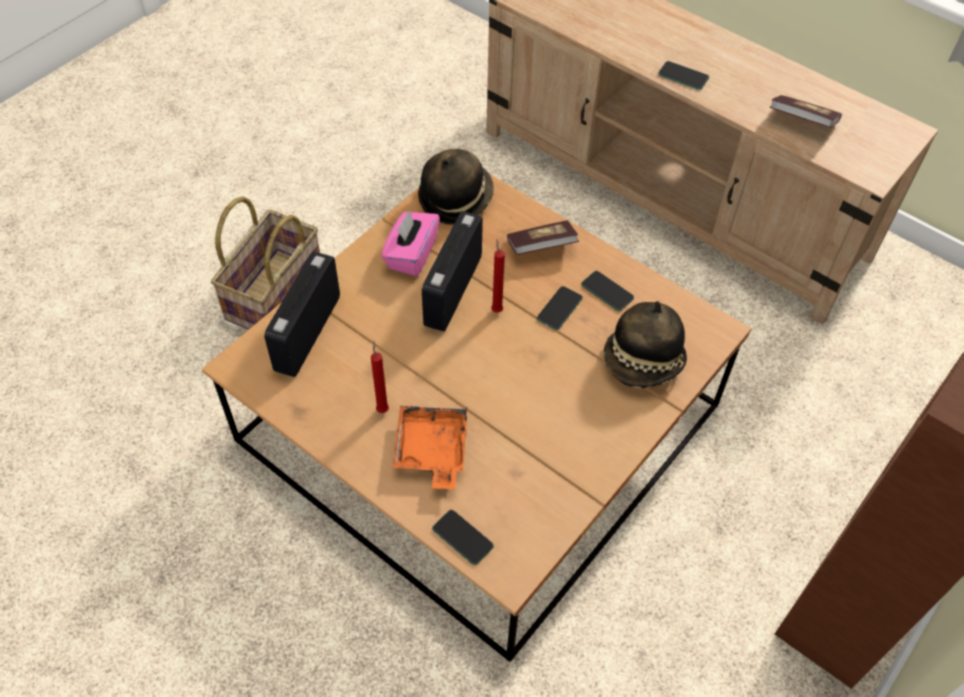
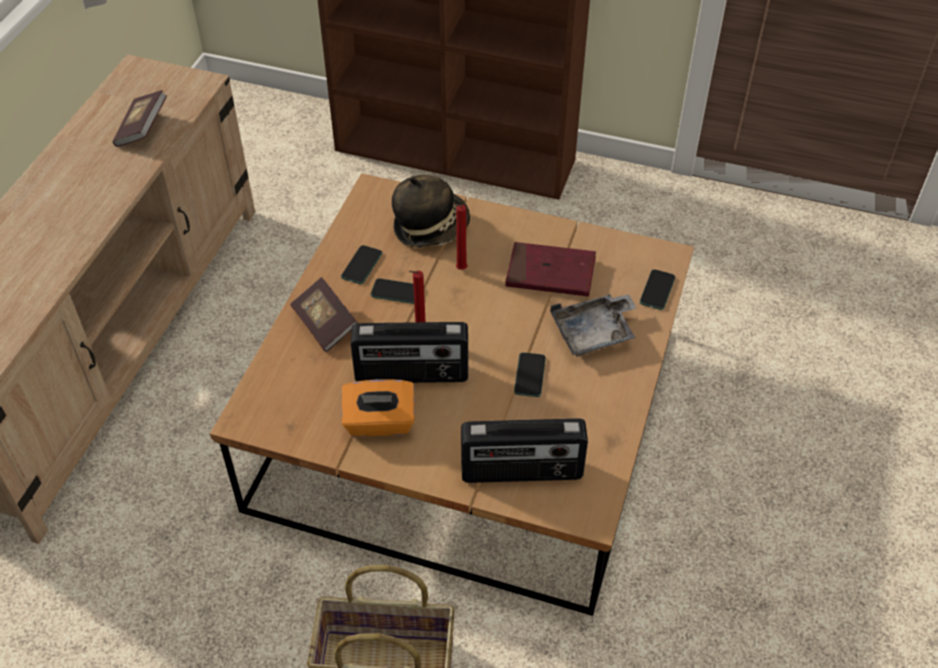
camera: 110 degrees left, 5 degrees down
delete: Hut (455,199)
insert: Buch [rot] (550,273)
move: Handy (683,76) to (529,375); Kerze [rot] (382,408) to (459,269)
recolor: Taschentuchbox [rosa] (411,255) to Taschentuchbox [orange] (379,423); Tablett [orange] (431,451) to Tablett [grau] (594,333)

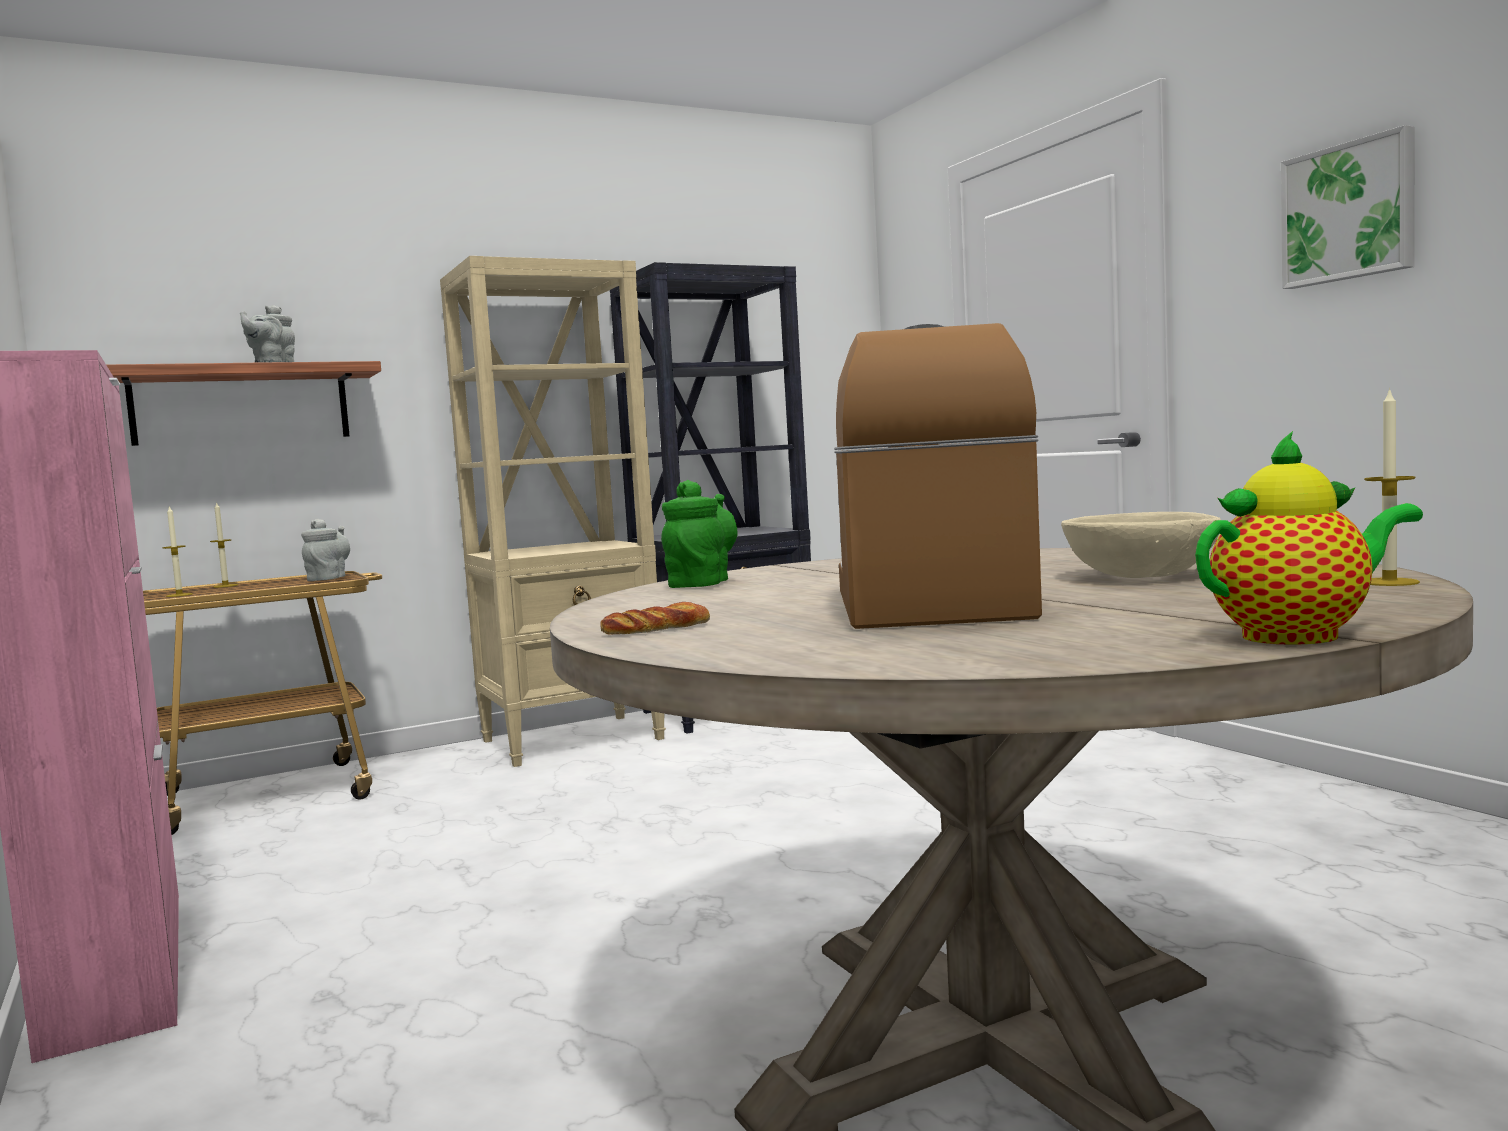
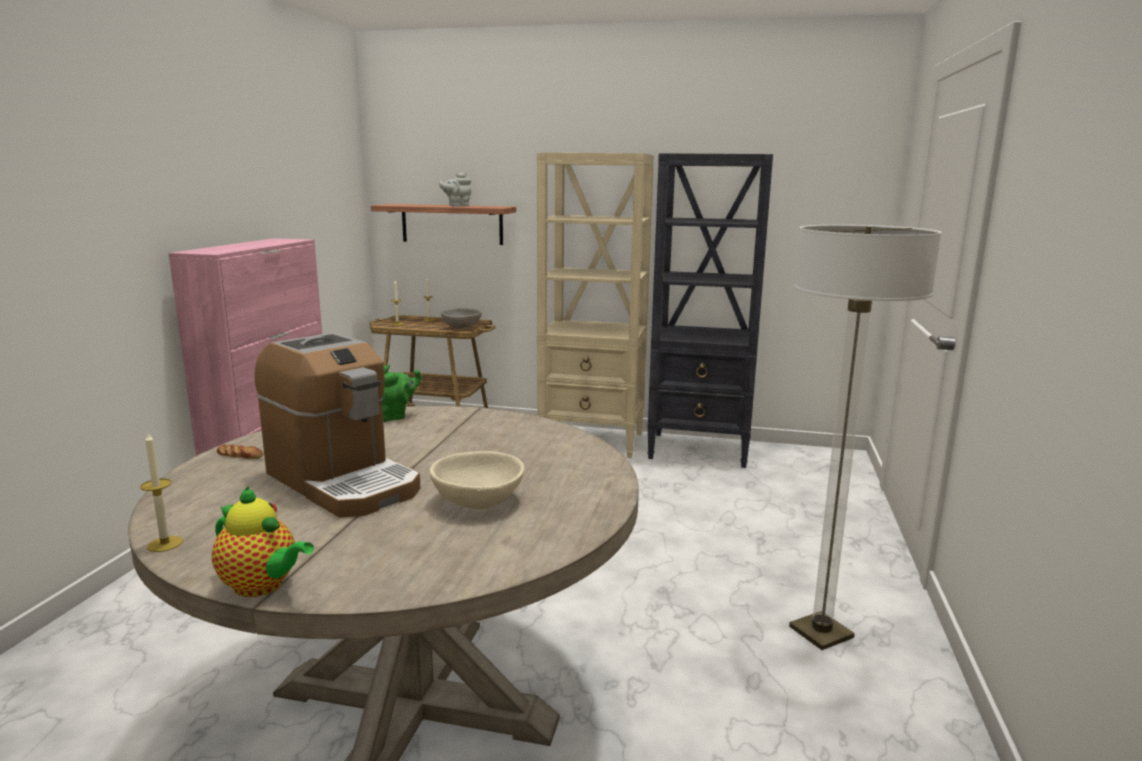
camera: 40 degrees right, 10 degrees up
delete: Bild (1349,212)
insert: Stehlampe (821,633)
move: Kerze (1389,582) to (165,544)
replace: Teekanne [grau] (328,578) to Schüssel [grau] (461,327)
rotate: Kaffeemaschine (927,603) = (343,482) 90 degrees clockwise

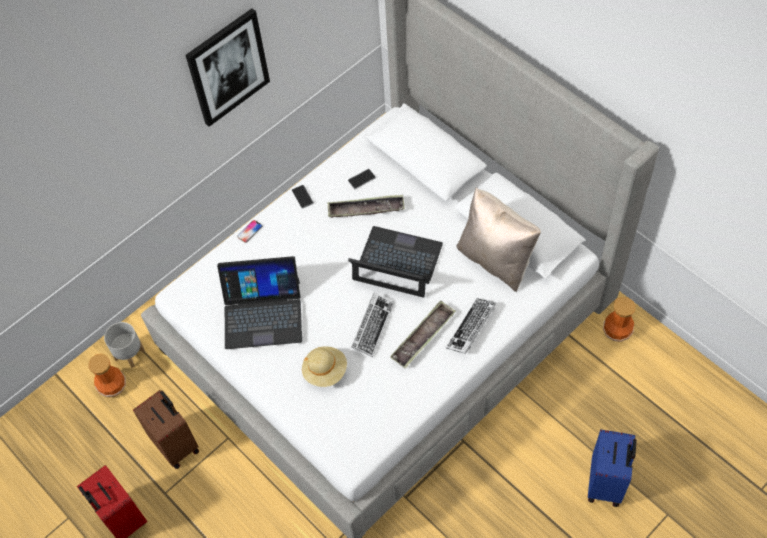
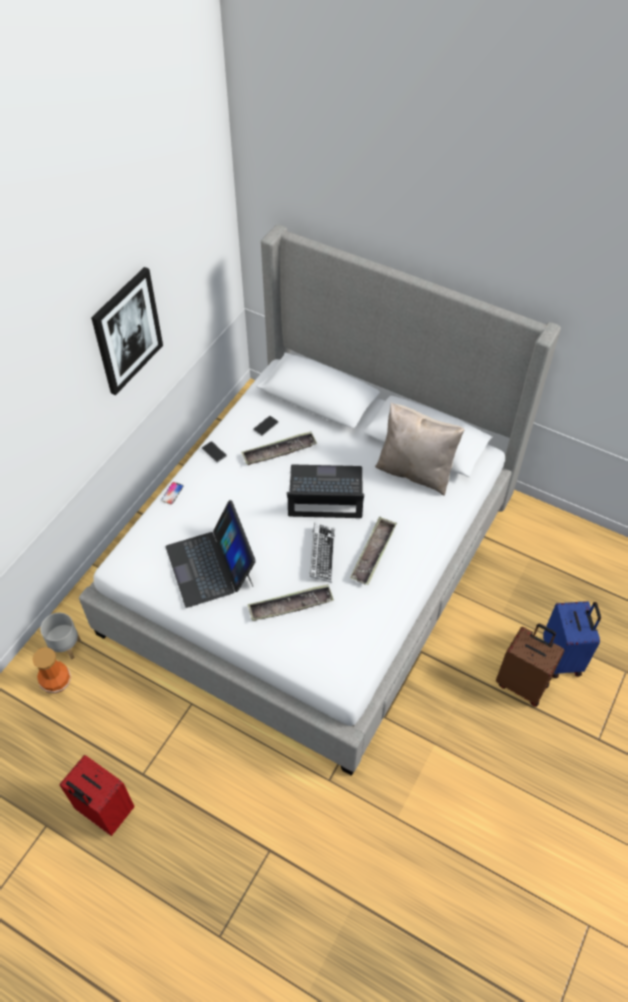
camera: 20 degrees left, 5 degrees down
delete: Vase (618,330); Tastatur (471,328)
move: Koffer [braun] (176,444) to (522,683)
replace: Hut [beige] (325,371) to Tablett (290,605)
rotate: Laptop (263,313) = (211,565) 90 degrees clockwise

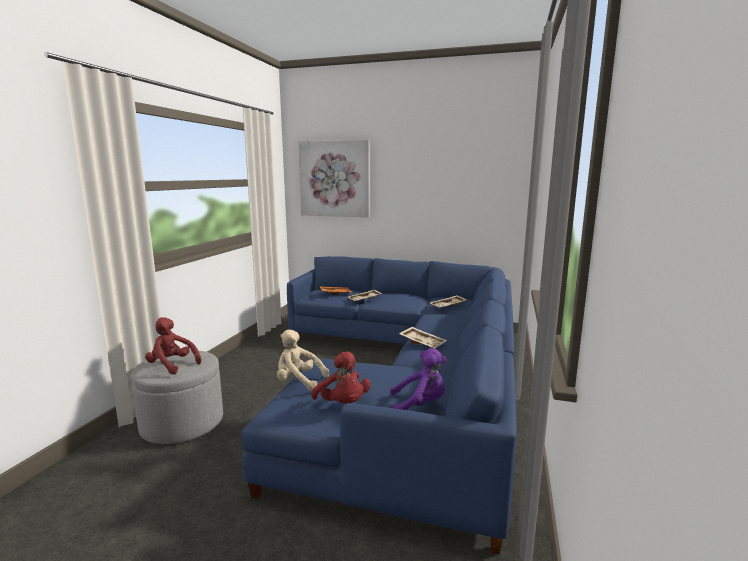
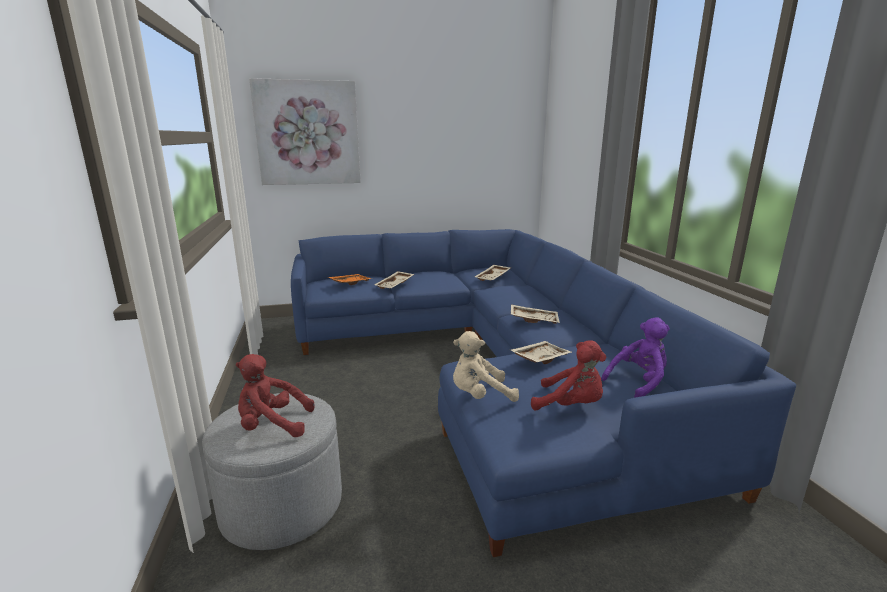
camera: 30 degrees left, 5 degrees up
insert: Tablett [beige] (539,358)

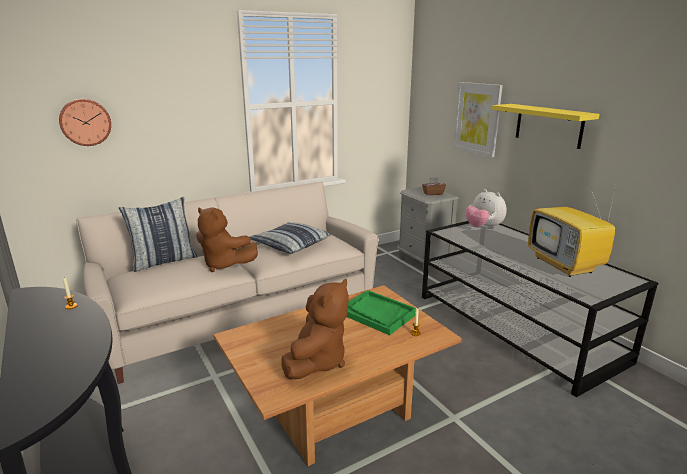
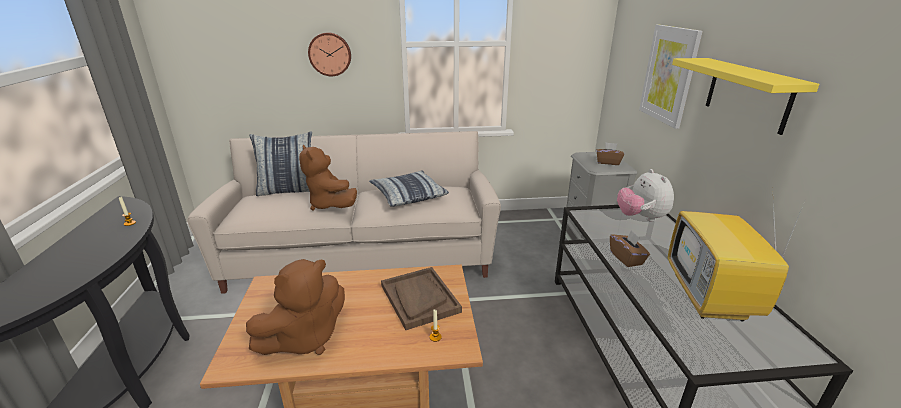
camera: 25 degrees right, 5 degrees up
insert: Taschentuchbox [braun] (626,258)
move: Wanduhr (85,122) to (330,54)
recolor: Tablett [grün] (377,313) to Tablett [braun] (419,298)

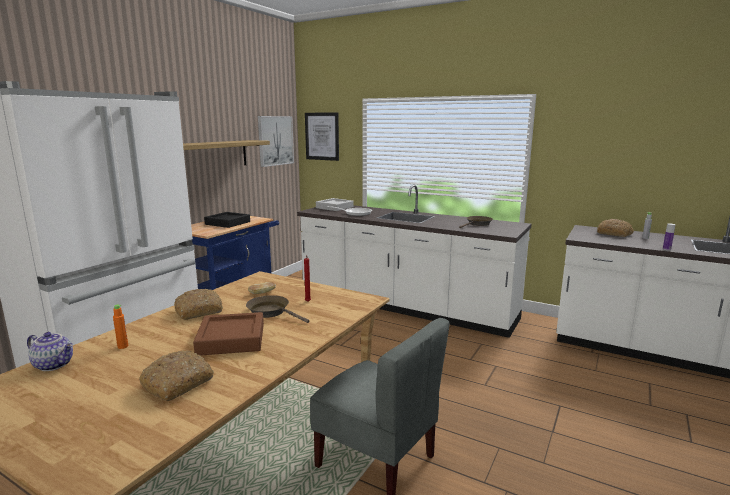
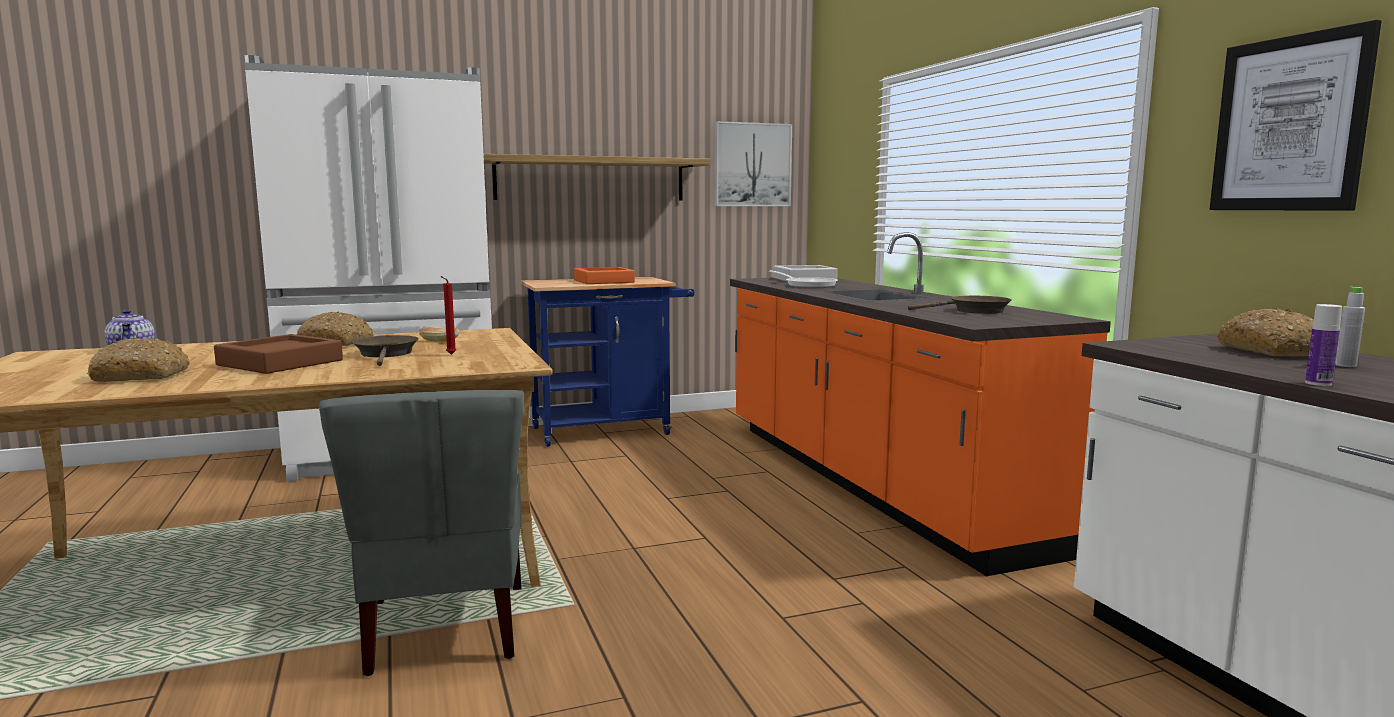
camera: 40 degrees right, 5 degrees down
delete: Flasche [orange] (123,346)
move: Bild (322,136) to (1289,124)
recolor: Küchenzeile [weiß] (405,307) to Küchenzeile [orange] (869,481); Tablett [schwarz] (227,223) to Tablett [orange] (603,281)

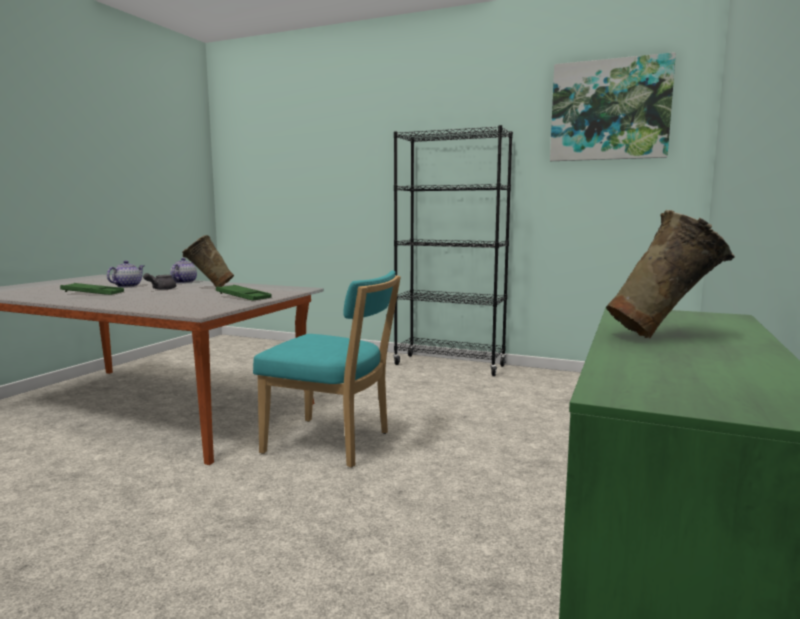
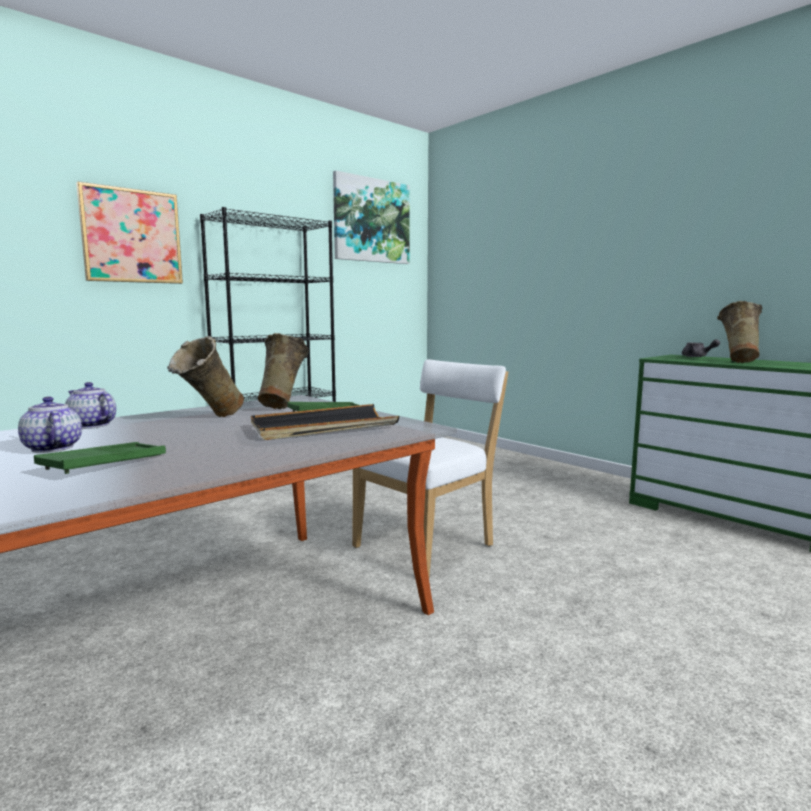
camera: 65 degrees left, 0 degrees up
insert: Bild (131,236); Vase [beige] (283,406); Tablett [schwarz] (323,427)
move: Teekanne [grau] (160,289) to (697,356)
recolor: Stuhl [türkis] (333,443) to Stuhl [weiß] (429,545)

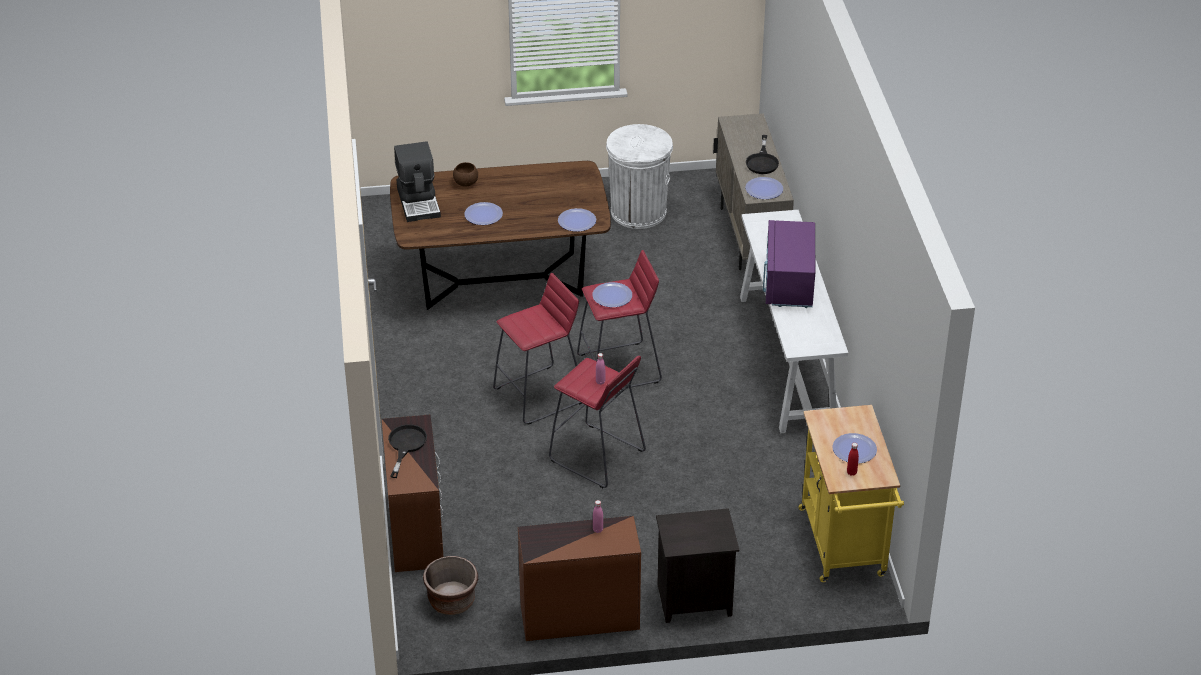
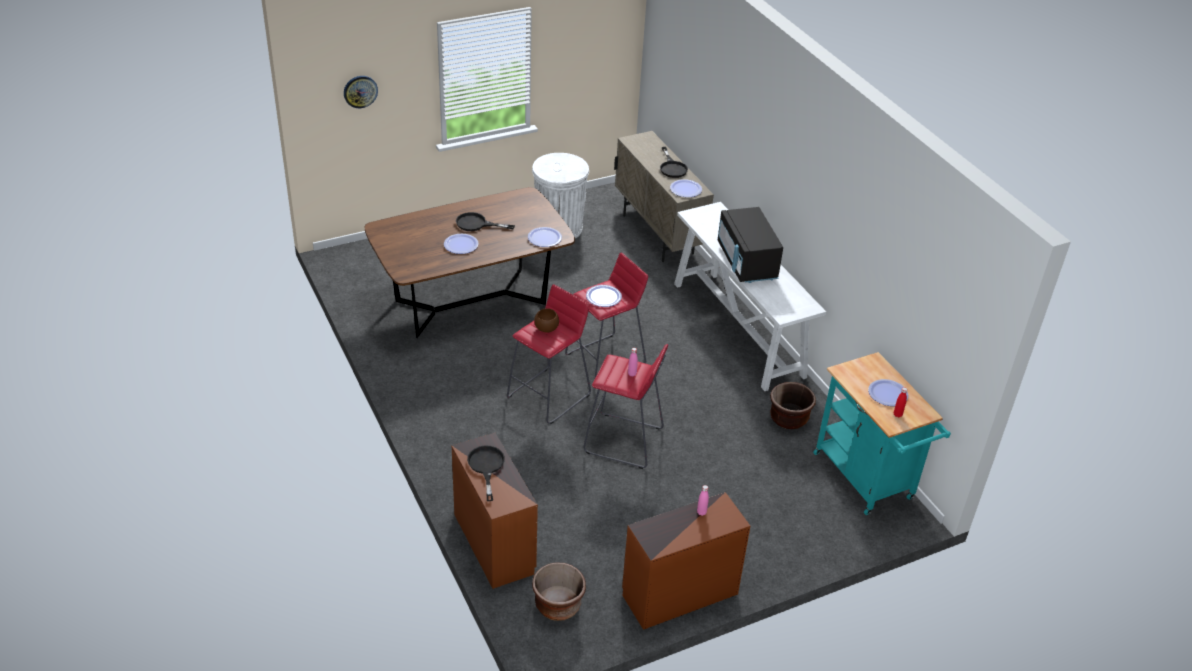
camera: 20 degrees left, 0 degrees up
delete: Kaffeemaschine (419,202); Nachttisch [schwarz] (693,601)
insert: Wanduhr (360,91); Pfanne [schwarz] (476,224); Pflanzkübel [braun] (789,418)
move: Schüssel [braun] (465,183) to (546,328)
recolor: Mikrowelle [lila] (788,283) to Mikrowelle [schwarz] (746,262); Rollwagen [gelb] (844,548) to Rollwagen [türkis] (867,480)

